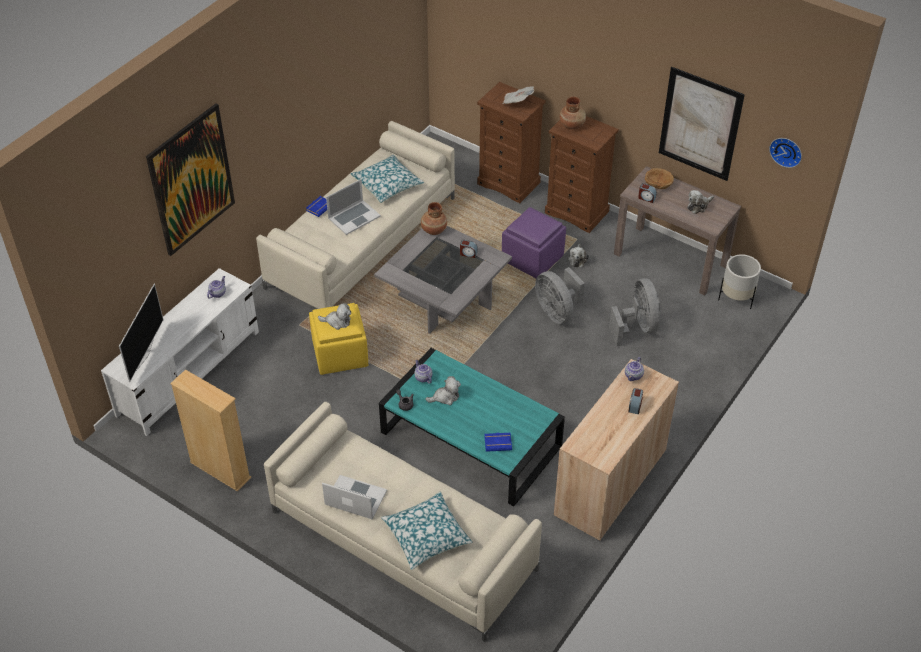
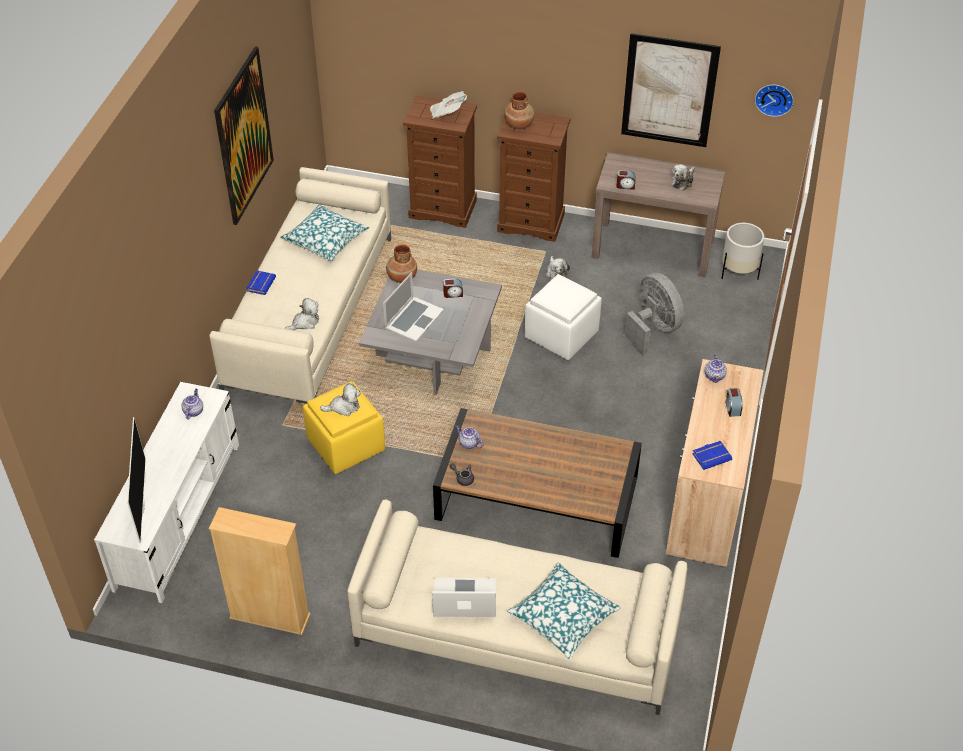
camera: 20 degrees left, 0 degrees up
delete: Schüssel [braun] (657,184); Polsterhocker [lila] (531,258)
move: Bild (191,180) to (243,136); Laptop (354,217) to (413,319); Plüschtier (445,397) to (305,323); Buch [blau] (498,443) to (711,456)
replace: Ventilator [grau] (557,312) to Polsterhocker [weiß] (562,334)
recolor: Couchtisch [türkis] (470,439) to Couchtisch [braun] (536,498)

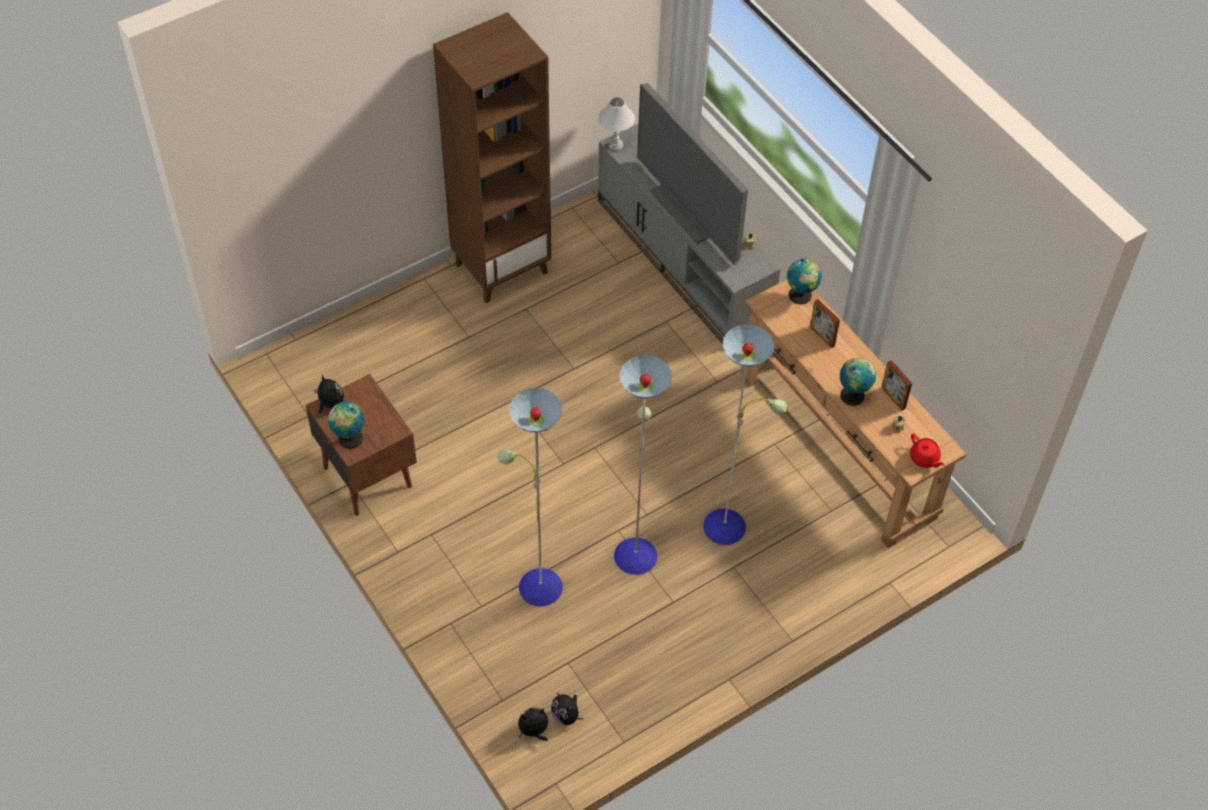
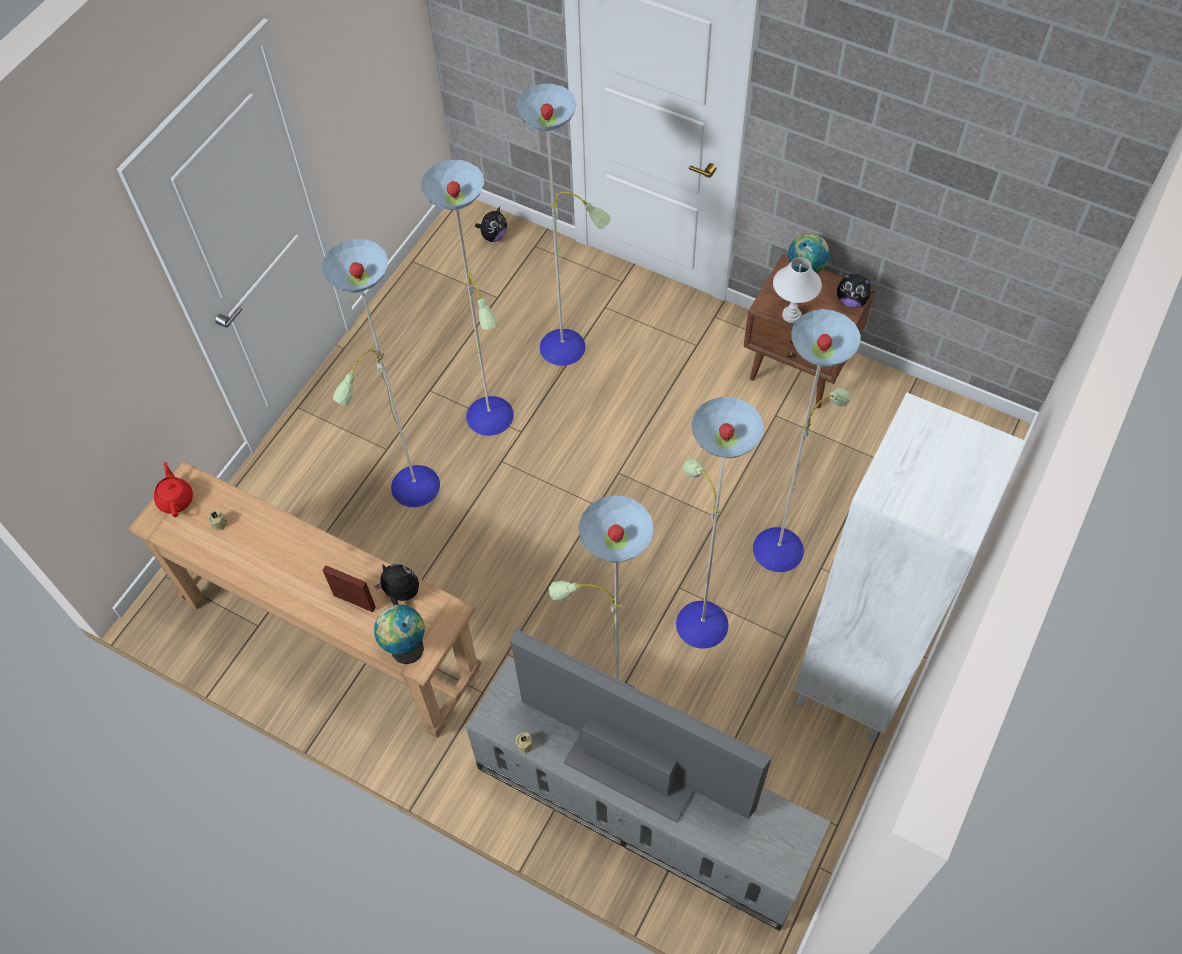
camera: 155 degrees right, 5 degrees up
delete: Globus (853,395); Bilderrahmen (893,398)
insert: Stehlampe (699,621)
move: Tischlampe [weiß] (616,145) to (791,315); Plüschtier (566,715) to (401,594)
recolor: Bücherregal [braun] (501,268) to Bücherregal [weiß] (855,680)
rotate: Teekanne [rot] (924,458) = (176,499) 45 degrees clockwise

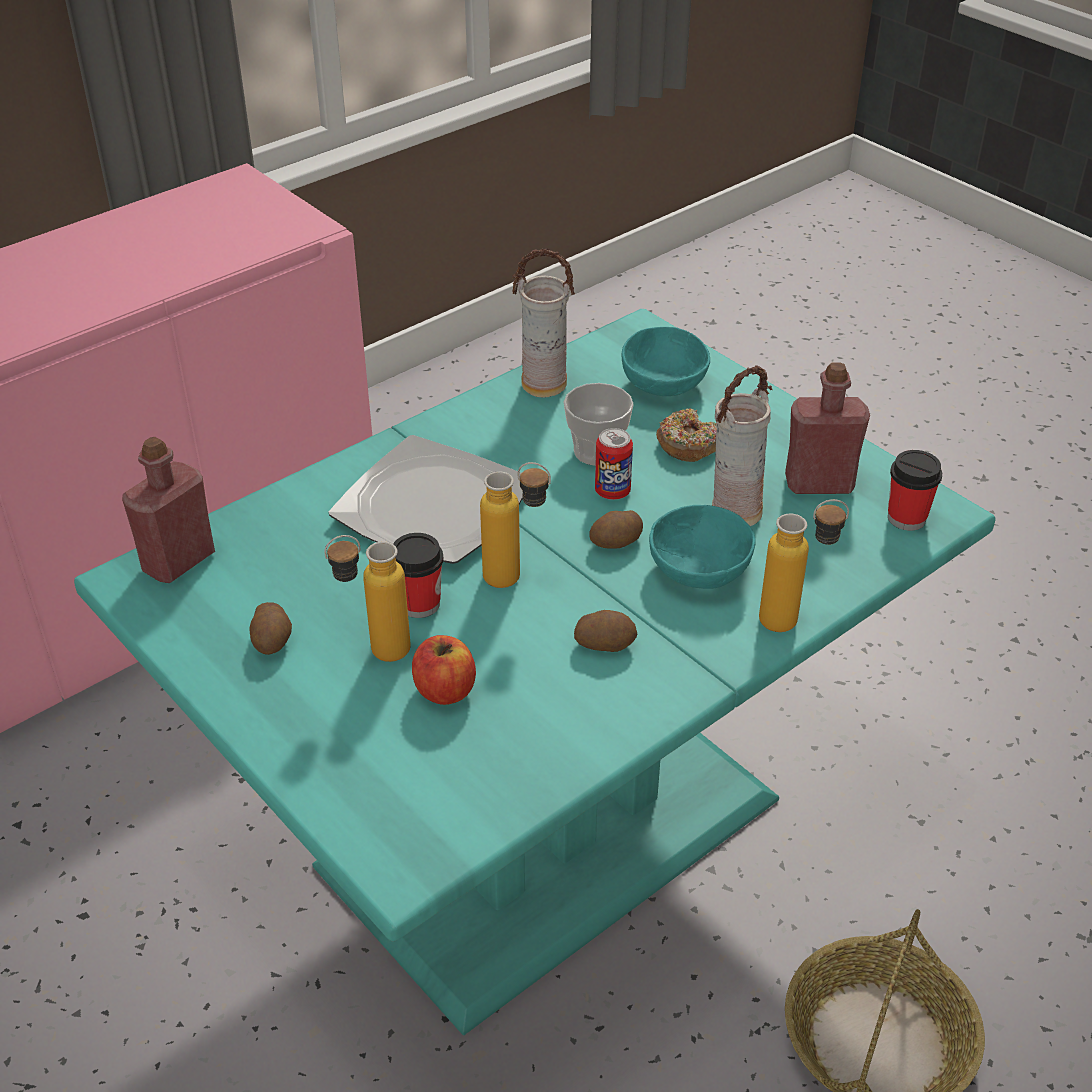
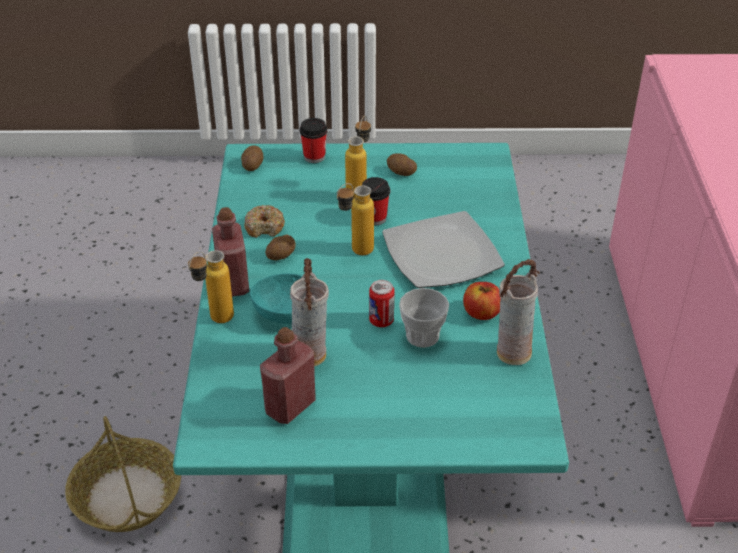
camera: 130 degrees right, 0 degrees up
delete: Schüssel [türkis] (665,384)
move: Donut (687,444) to (265,227); Flasche [rot] (178,561) to (233,284); Tasse (906,518) to (314,157); Kartoffel (616,543) to (252,165); Apfel (444,690) to (482,313)

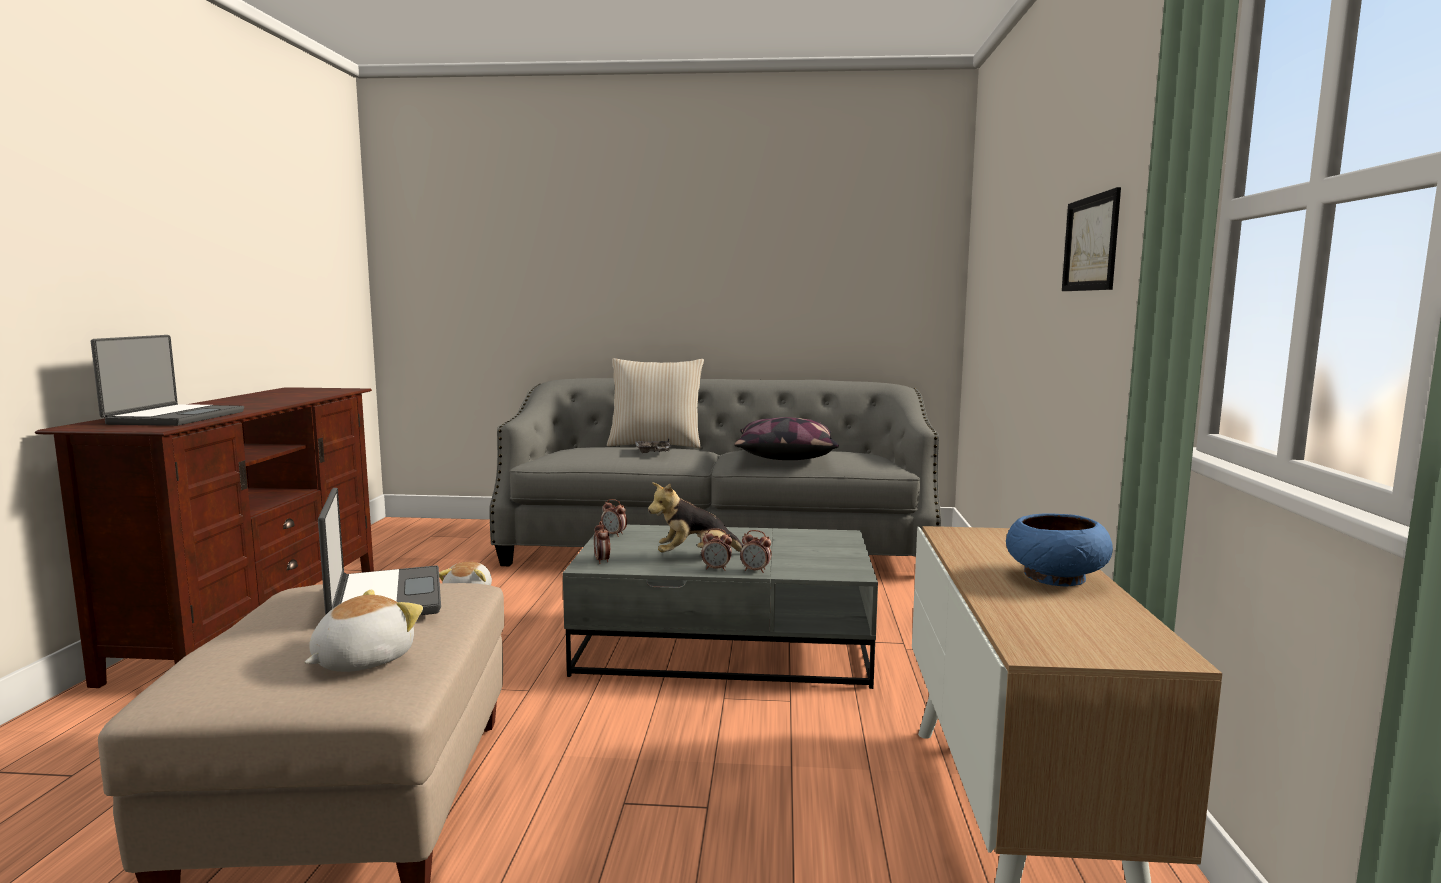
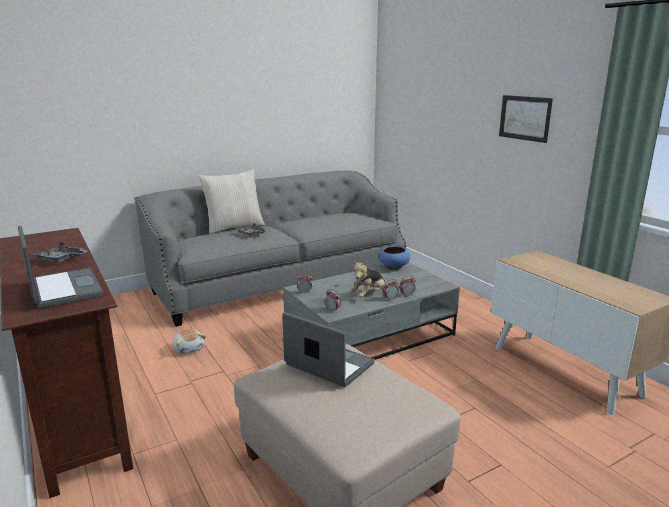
camera: 35 degrees left, 10 degrees up
delete: Kissen (785,456); Plüschtier (361,660)
insert: Tablett [grau] (61,259)
move: Schüssel [blau] (1054,578) to (393,267)

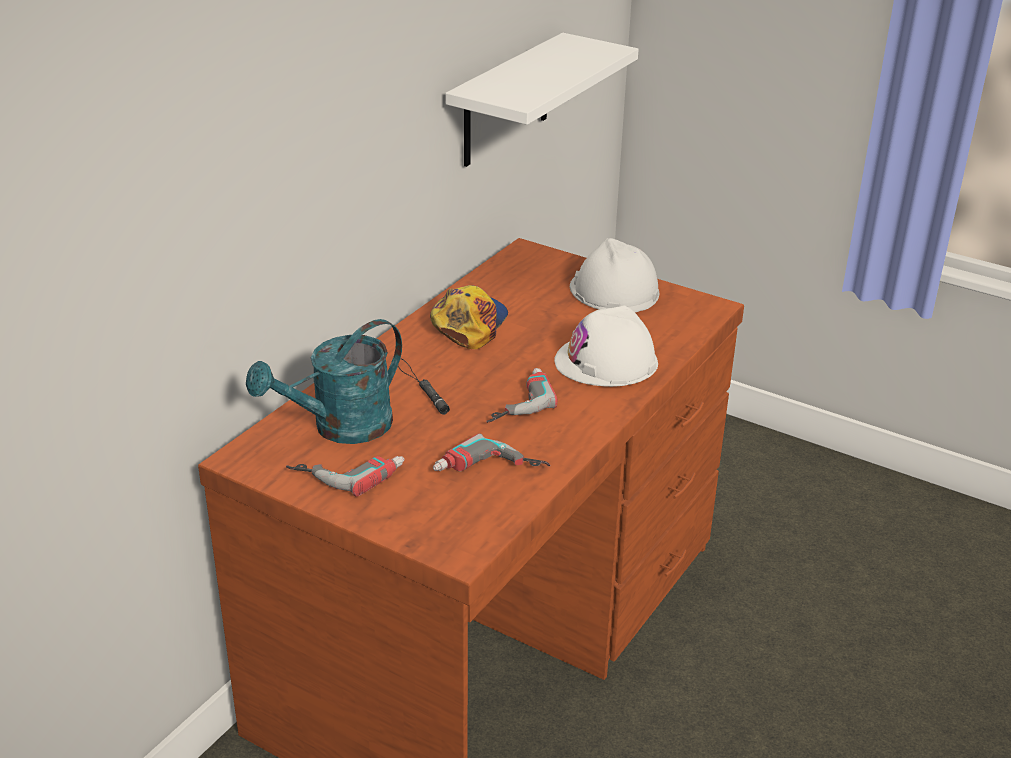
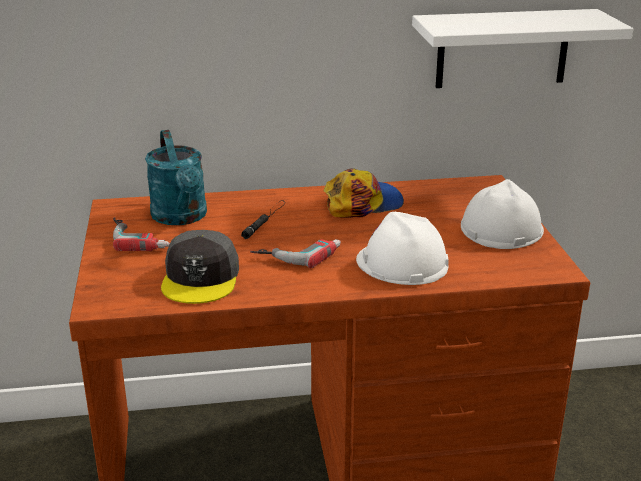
camera: 50 degrees right, 5 degrees down
replace: Bohrmaschine (489,472) to Kappe [grau] (201,278)
rotate: Gießkanne [türkis] (340,428) = (181,217) 120 degrees counterclockwise

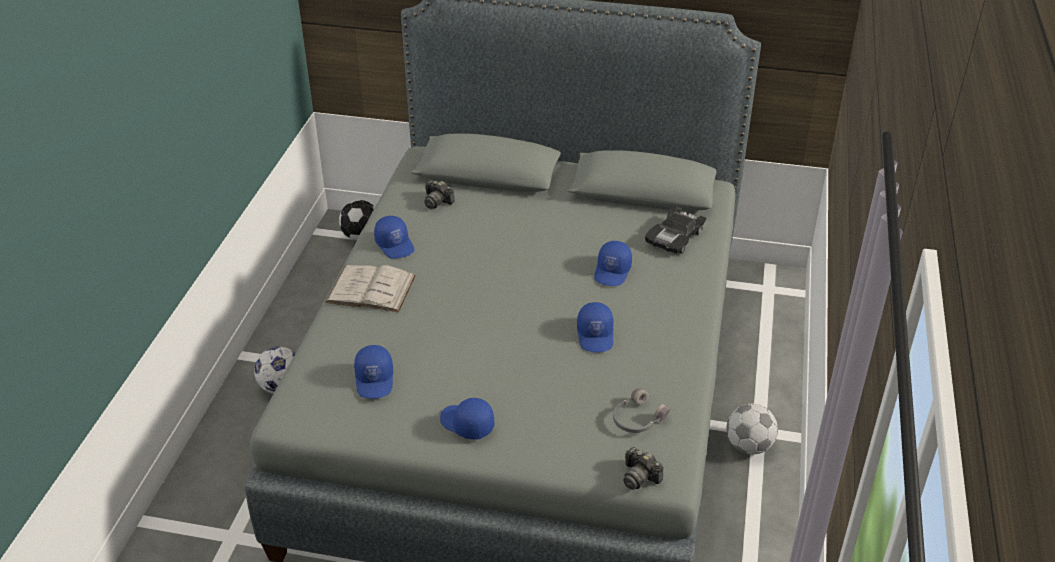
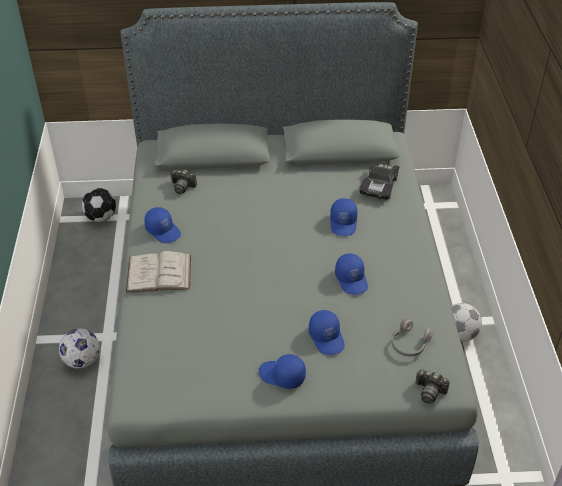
camera: 15 degrees left, 5 degrees up
move: Kappe [blau] (375,380) to (327,337)

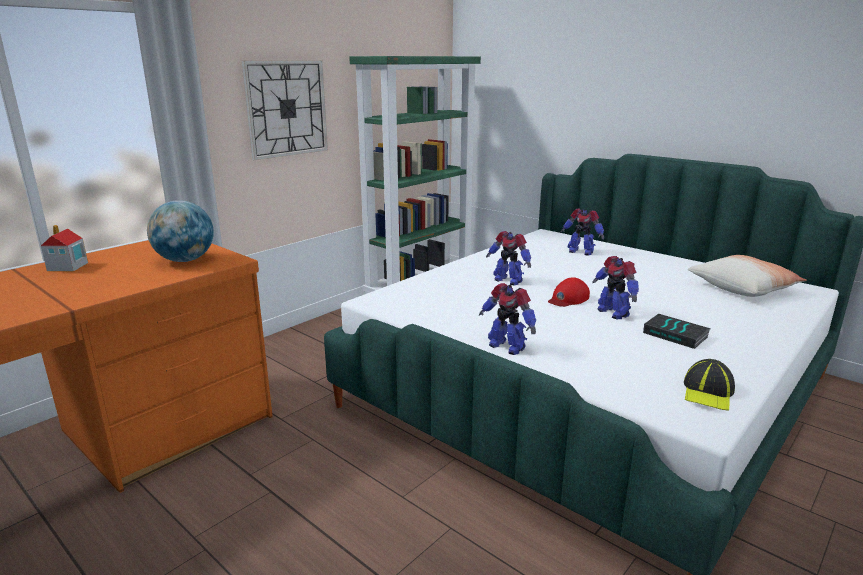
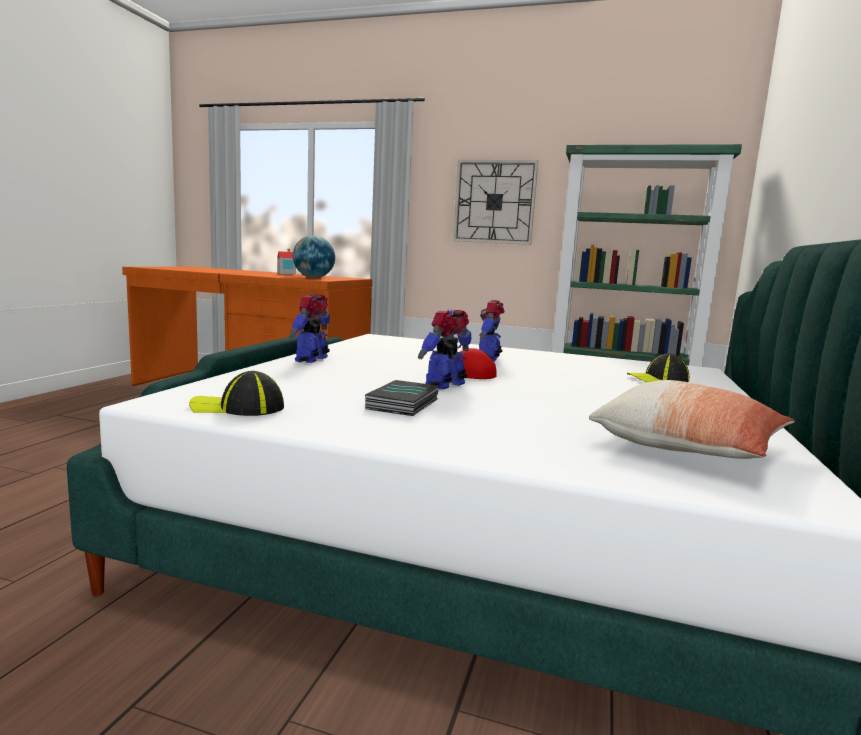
camera: 65 degrees right, 10 degrees down
replace: Spielzeugroboter (580,252) to Kappe (658,379)

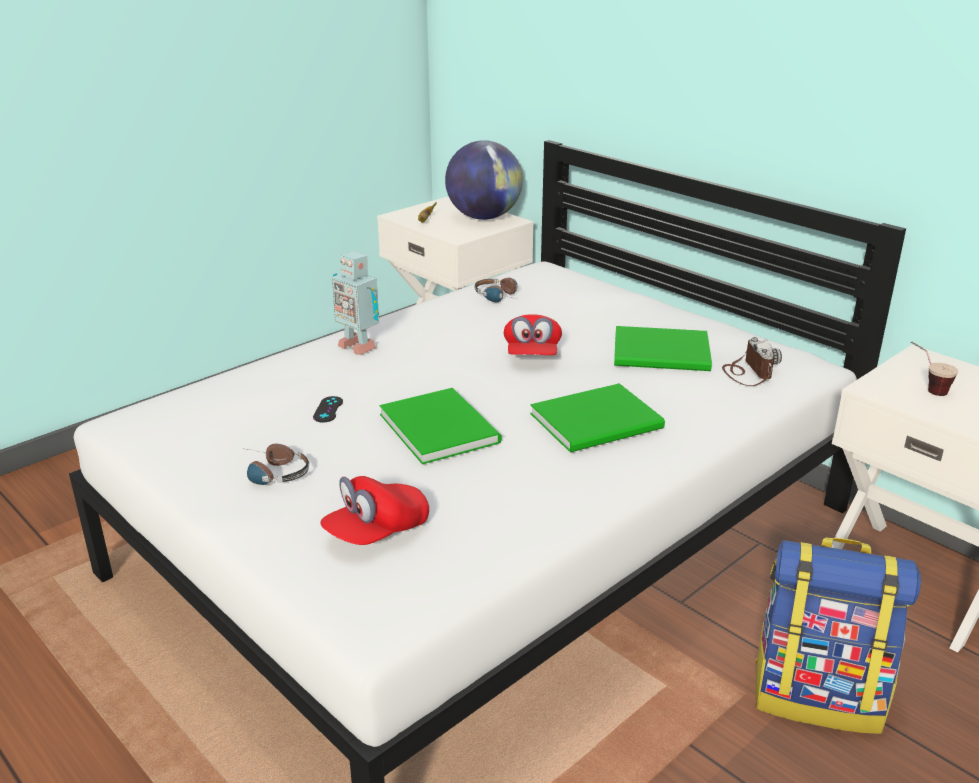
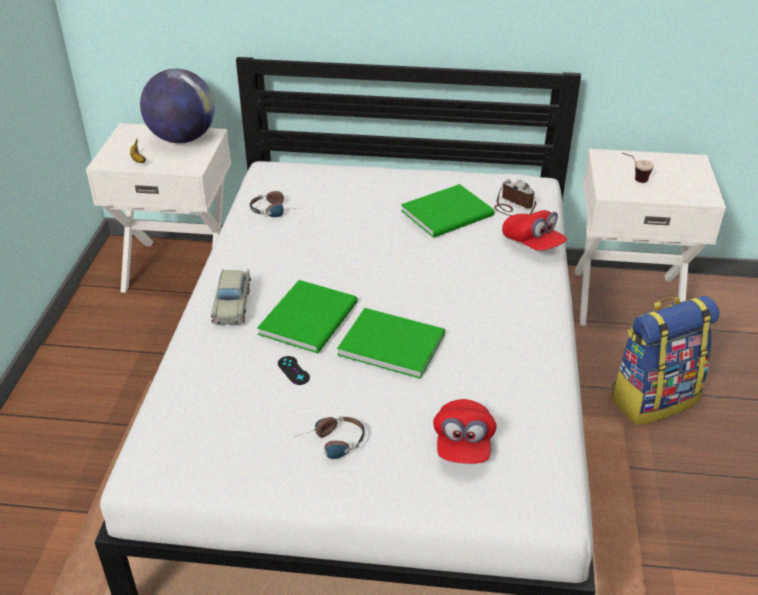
camera: 40 degrees left, 10 degrees up
move: Kappe [rot] (532,355) to (532,243); Buch [grün] (600,422) to (312,317)
replace: Spielzeugroboter (358,346) to Spielzeugauto [beige] (233,304)

